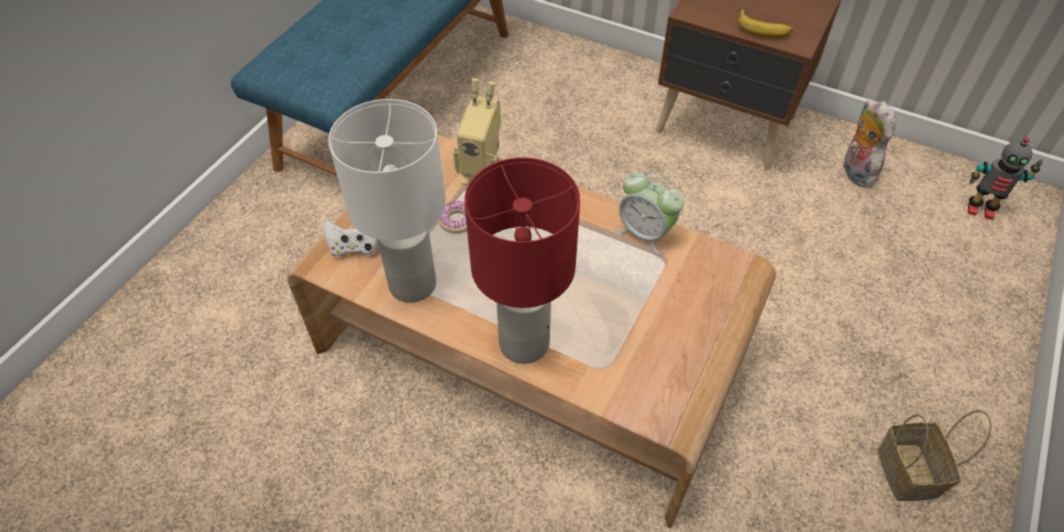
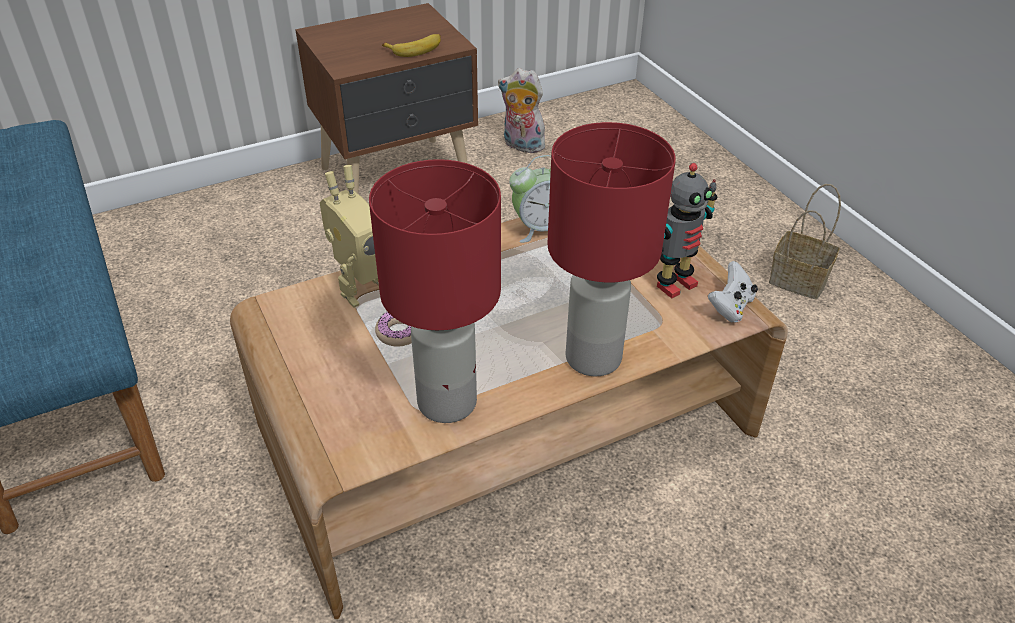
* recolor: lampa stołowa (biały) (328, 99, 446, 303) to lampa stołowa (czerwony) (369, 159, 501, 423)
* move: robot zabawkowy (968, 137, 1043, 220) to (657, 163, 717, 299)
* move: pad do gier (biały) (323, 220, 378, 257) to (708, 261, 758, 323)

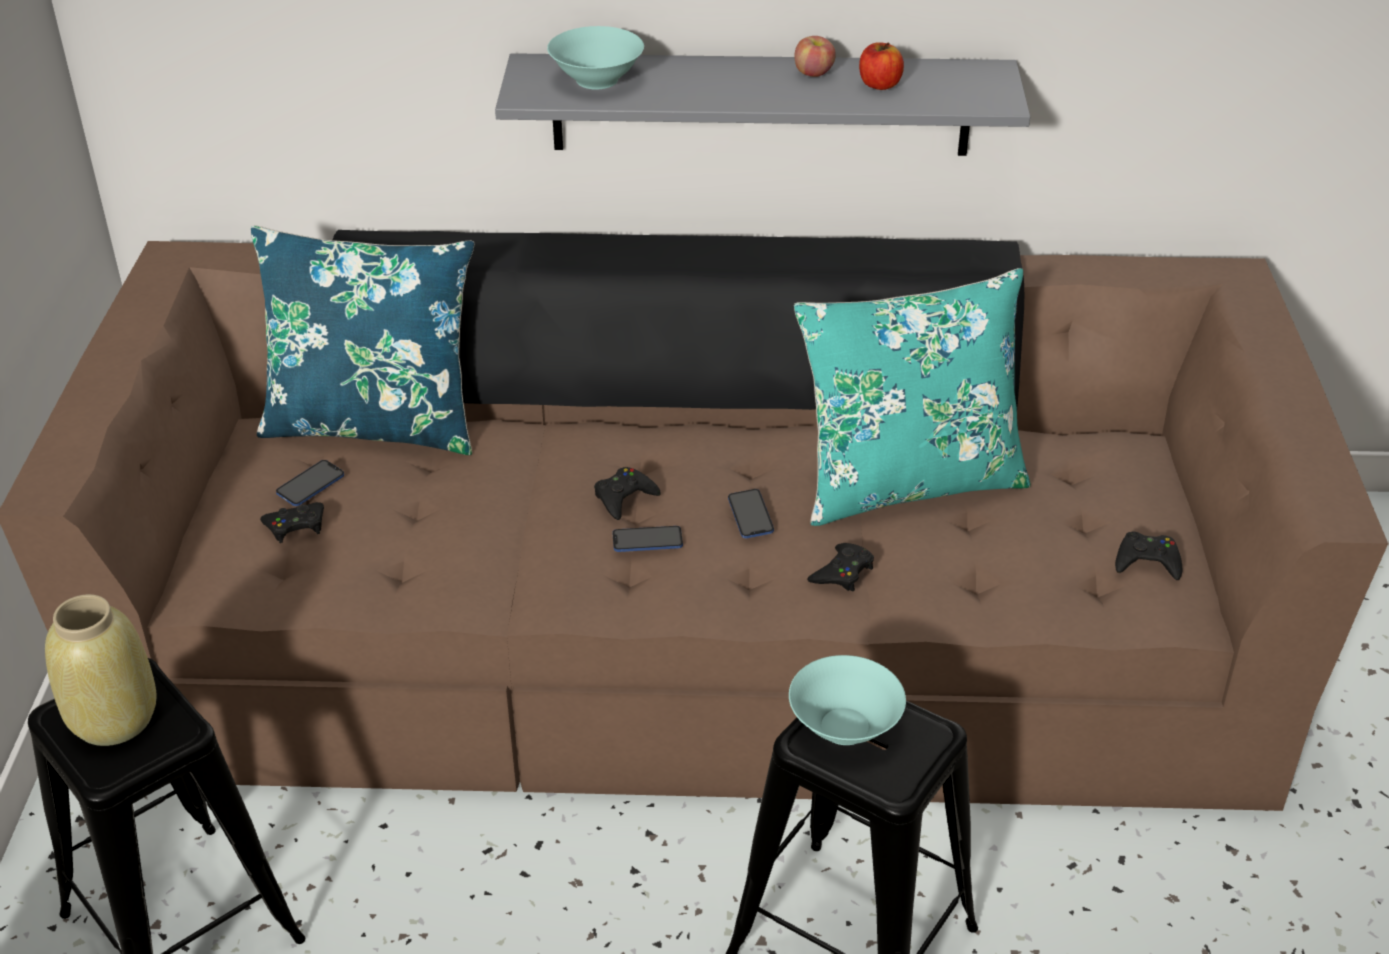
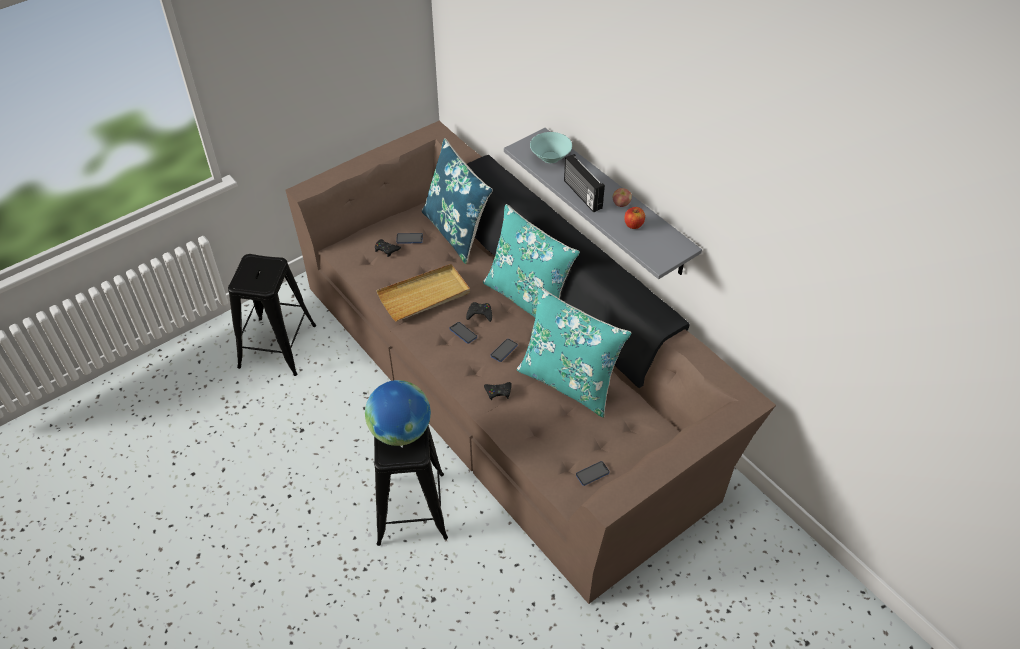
* replace: pad do gier (czarny) (1115, 531, 1183, 580) to telefon (576, 461, 609, 486)
* delete: wazon (beżowy) (45, 594, 157, 746)
* replace: miska (turkusowy) (789, 655, 906, 745) to globus (365, 380, 431, 446)
* insert: radio (564, 154, 605, 212)
* insert: poduszka (turkusowy) (483, 204, 580, 318)
* insert: taca (beżowy) (376, 264, 470, 322)

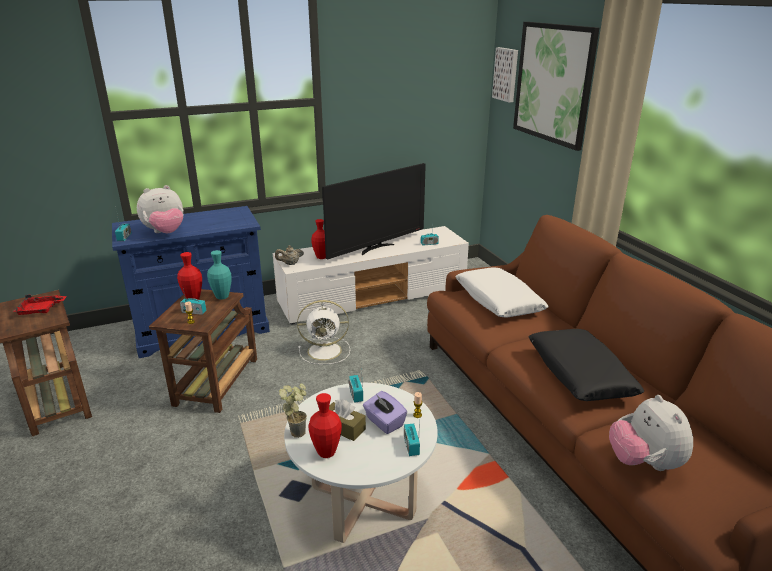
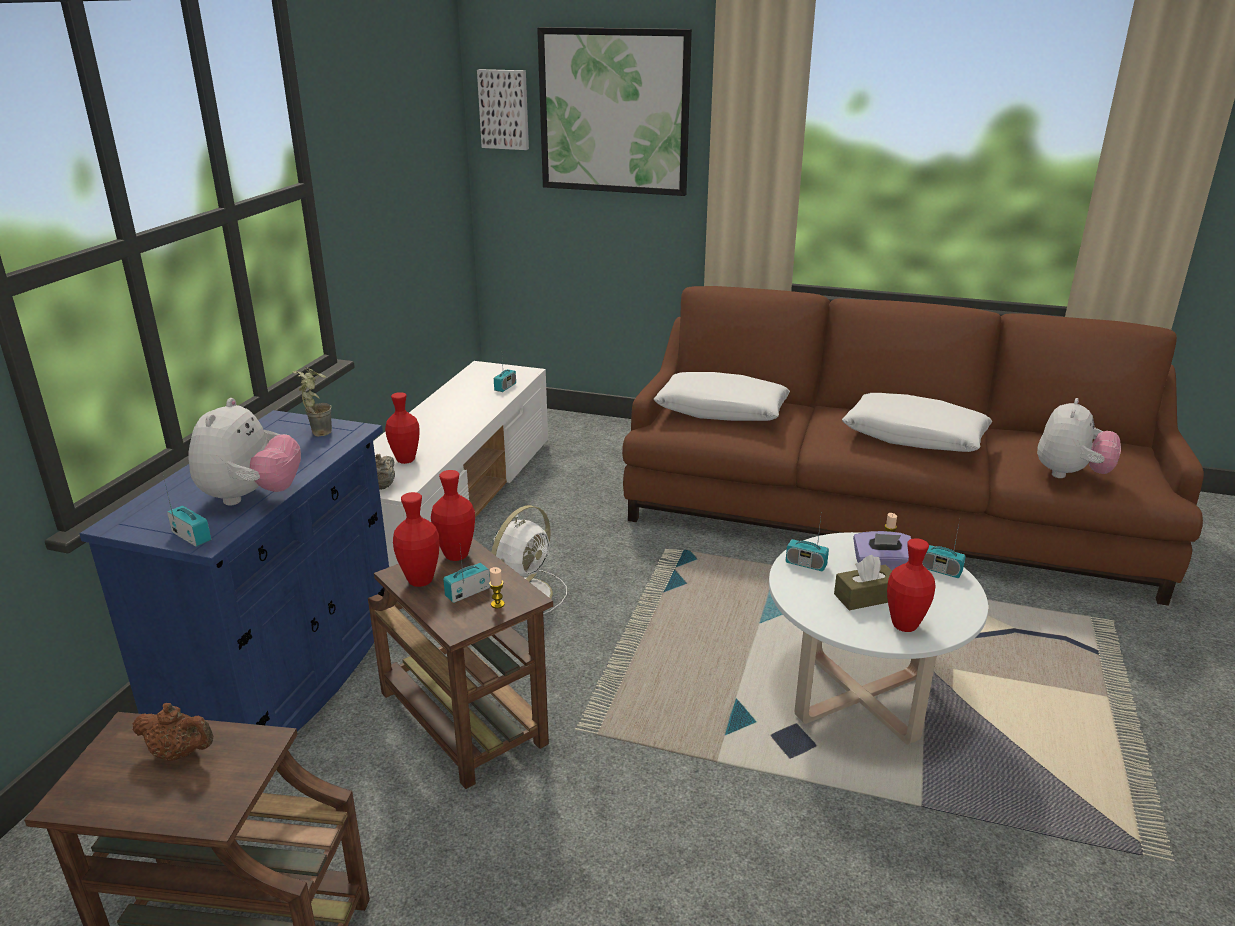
* delete: telewizor (322, 163, 426, 260)
* recolor: wazon (turkusowy) (207, 250, 232, 300) to wazon (czerwony) (431, 470, 475, 561)
* replace: taca (czerwony) (13, 294, 67, 315) to imbryk (brązowy) (132, 703, 213, 761)
* recolor: poduszka (czarny) (529, 329, 644, 401) to poduszka (biały) (842, 393, 992, 452)
* move: roślina doniczkowa (279, 383, 307, 438) to (292, 367, 332, 437)
* rotate: pluszak (609, 395, 693, 471) = (1037, 398, 1121, 478) 90 degrees counterclockwise

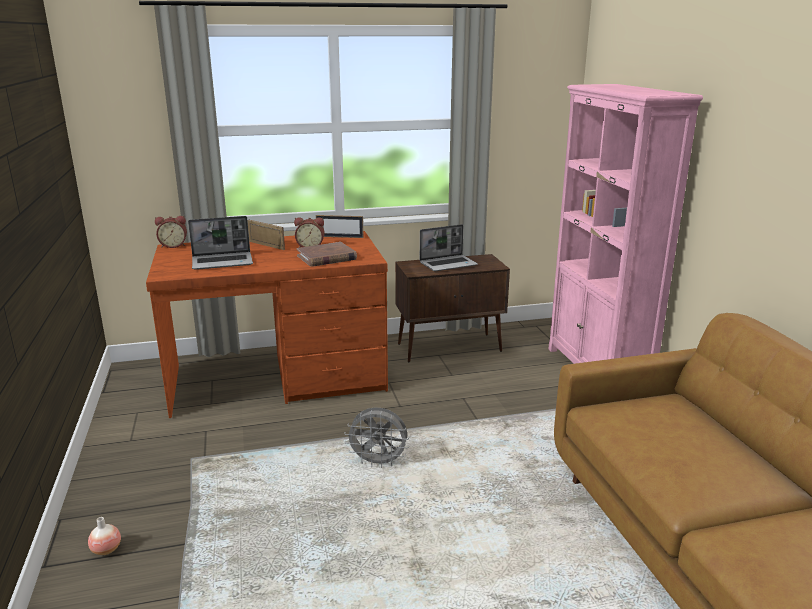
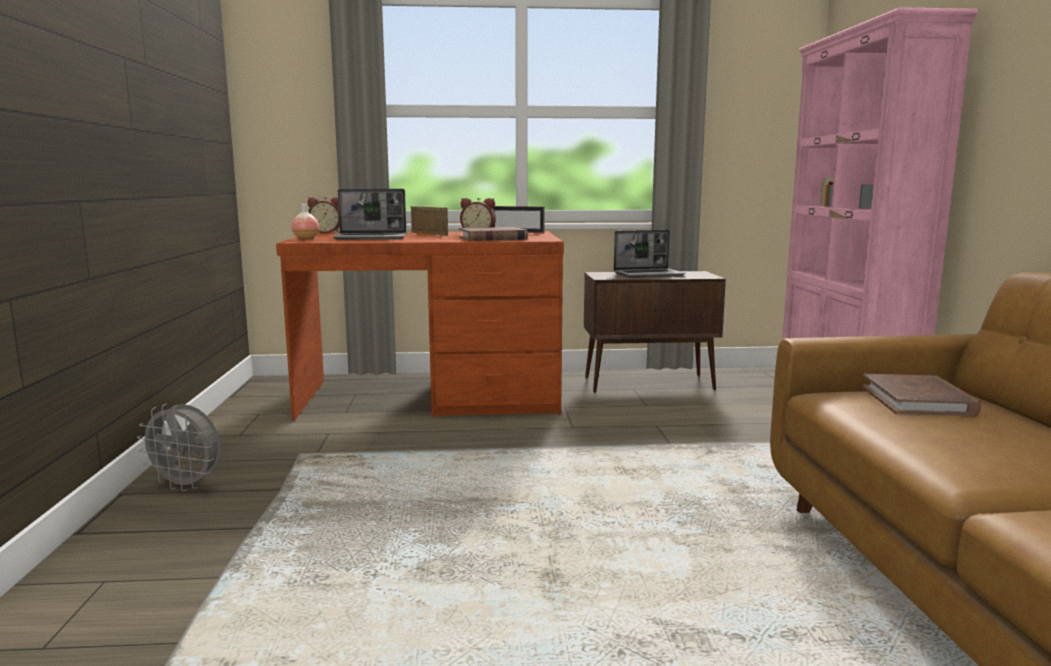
* move: wentylator (szary) (344, 407, 409, 468) to (137, 404, 221, 492)
* move: wazon (88, 517, 121, 555) to (292, 204, 320, 239)
* insert: książka (brązowy) (862, 374, 981, 417)

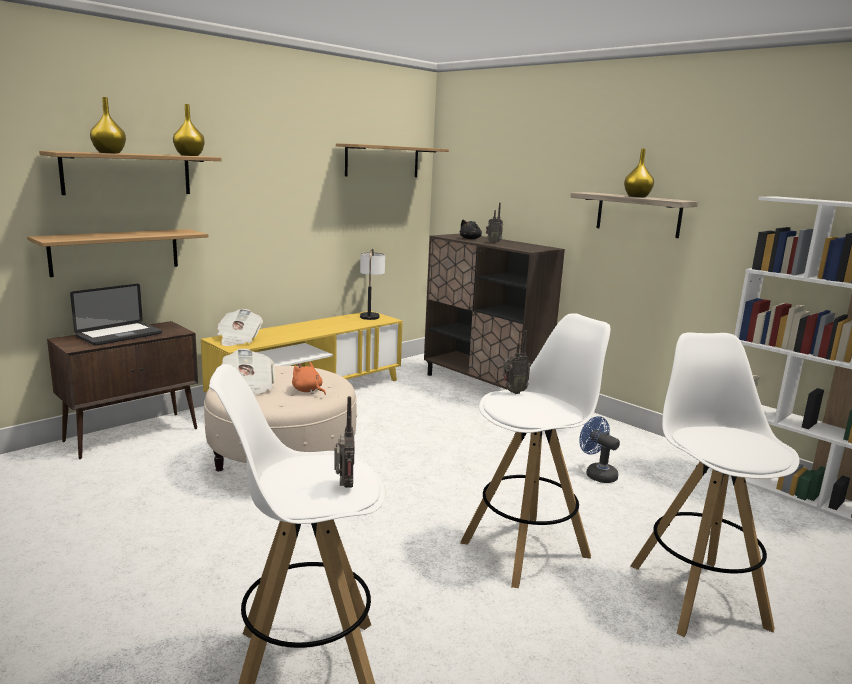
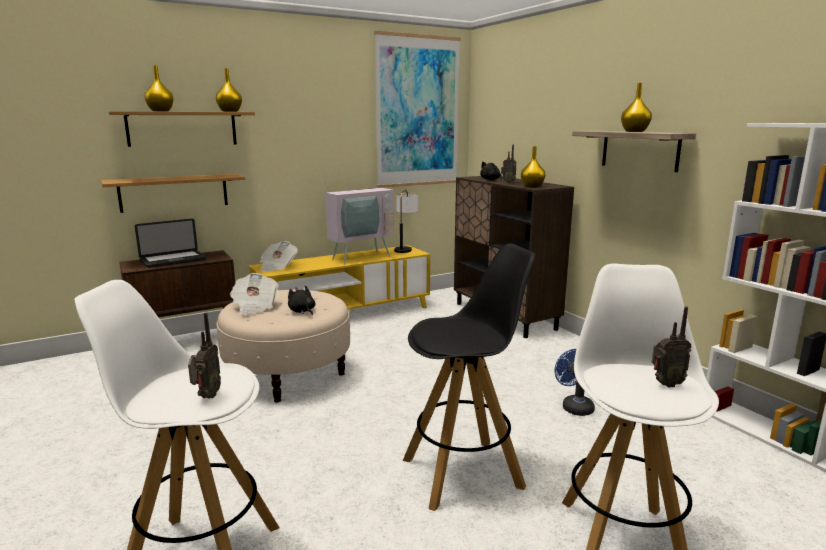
* replace: półka (336, 143, 449, 177) to obraz (374, 31, 461, 188)
* recolor: stołek (biały) (460, 313, 610, 588) to stołek (czarny) (403, 244, 536, 511)
* move: radio (503, 330, 531, 394) to (652, 307, 692, 388)
* recolor: pluszak (pomarańczowy) (292, 362, 326, 395) to pluszak (czarny) (288, 286, 315, 315)
* insert: wazon (żółty) (521, 146, 546, 188)
* insert: telewizor (320, 164, 394, 265)

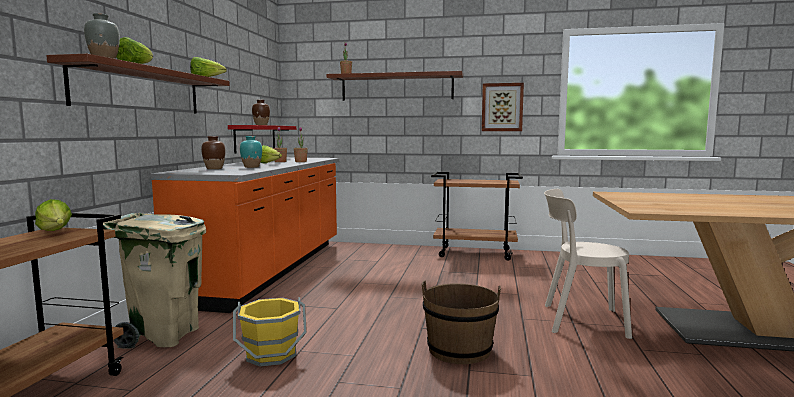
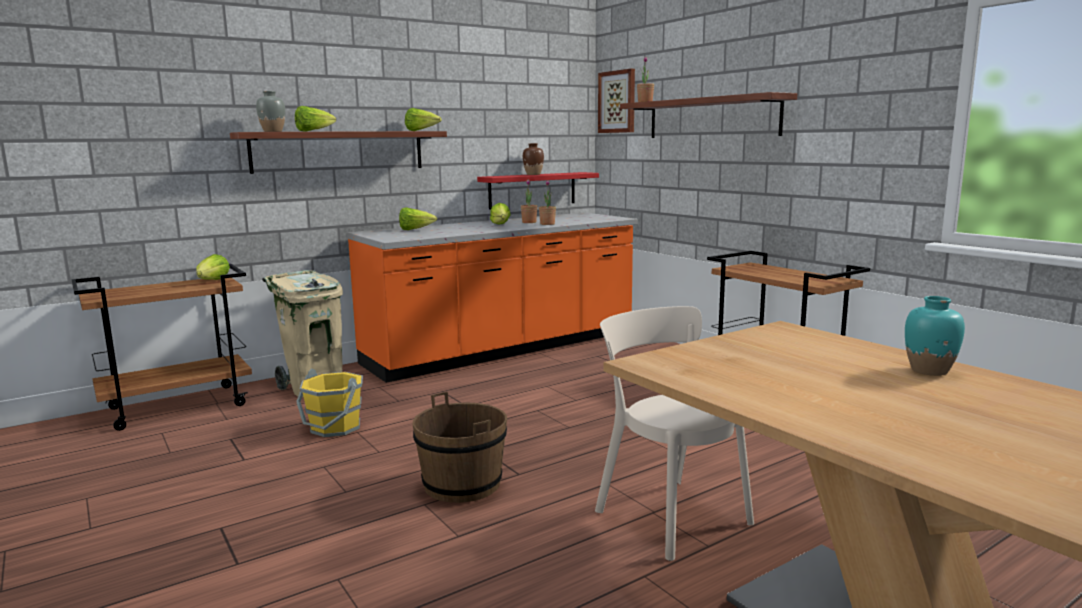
* move: obraz (482, 83, 524, 131) to (598, 69, 635, 133)
* replace: wazon (brązowy) (201, 136, 226, 169) to sałata (399, 207, 437, 230)
* move: wazon (turkusowy) (240, 136, 262, 168) to (905, 296, 965, 376)

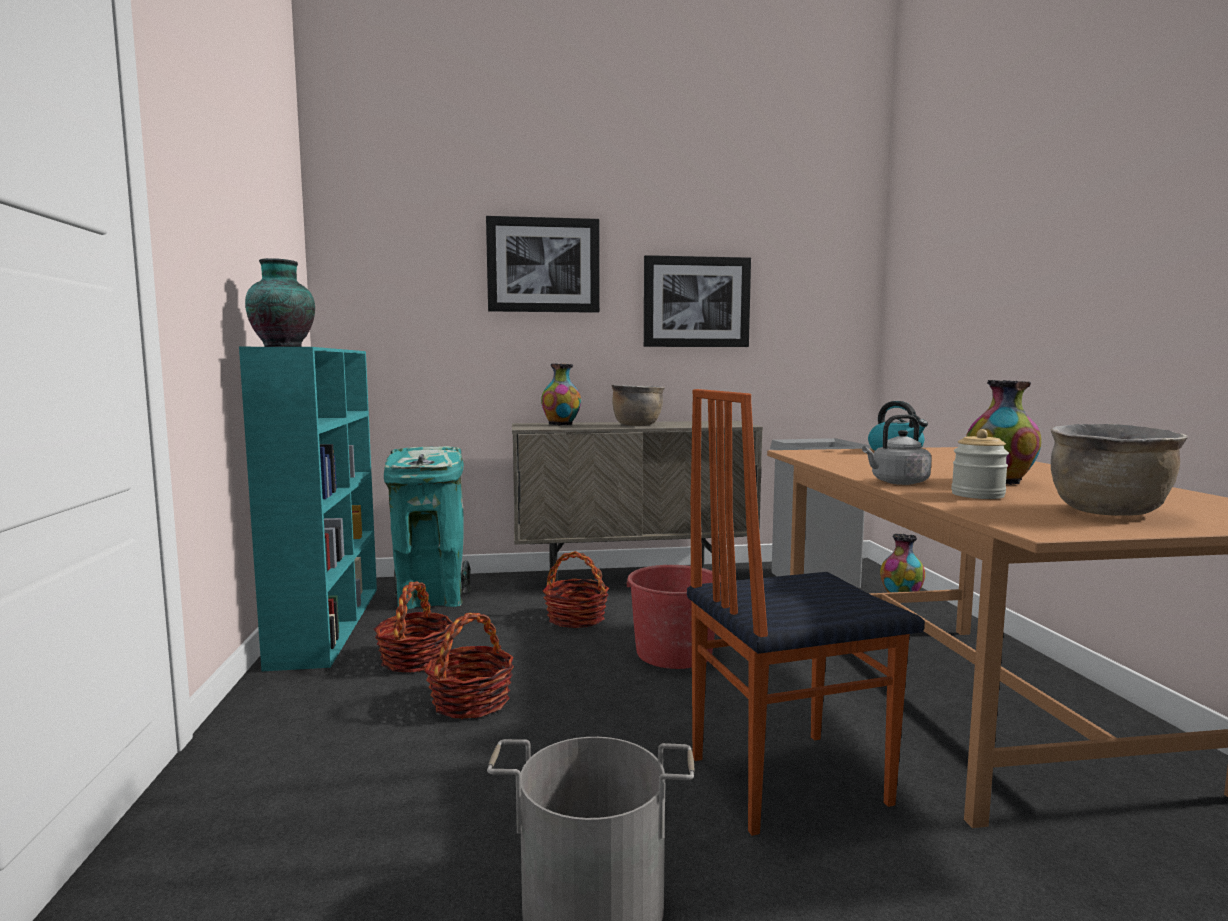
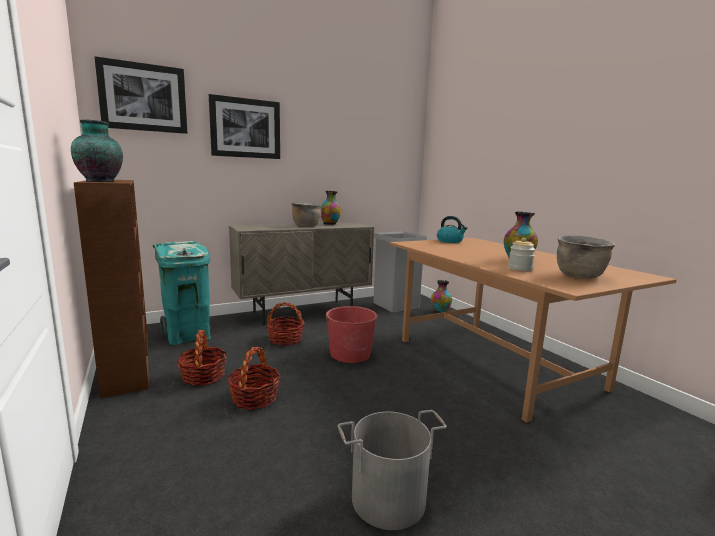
* move: obraz (644, 255, 751, 347) to (95, 56, 187, 134)
* recolor: regał (turkusowy) (239, 347, 377, 671) to regał (brązowy) (74, 180, 149, 398)
* move: wazon (541, 363, 581, 425) to (321, 191, 341, 225)
* delete: krzesło (687, 389, 925, 836)
* delete: czajnik (szary) (862, 414, 932, 485)

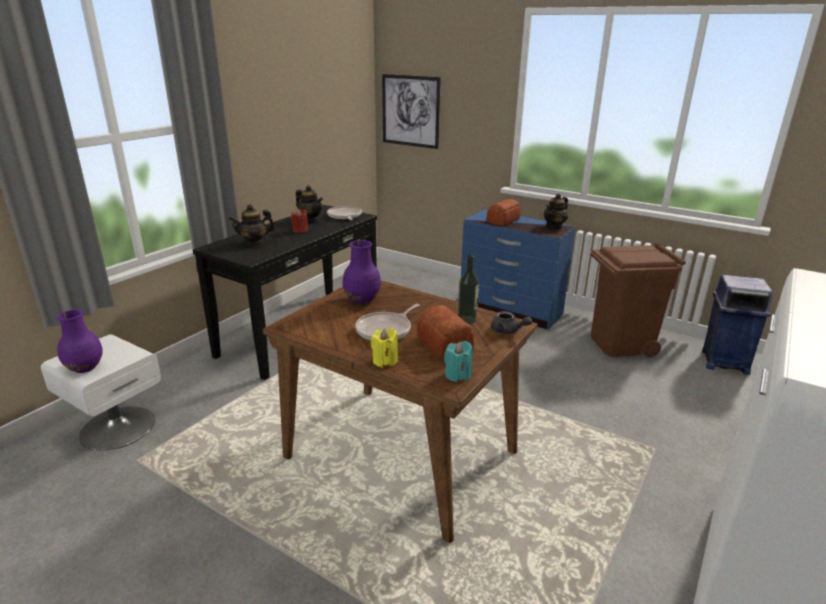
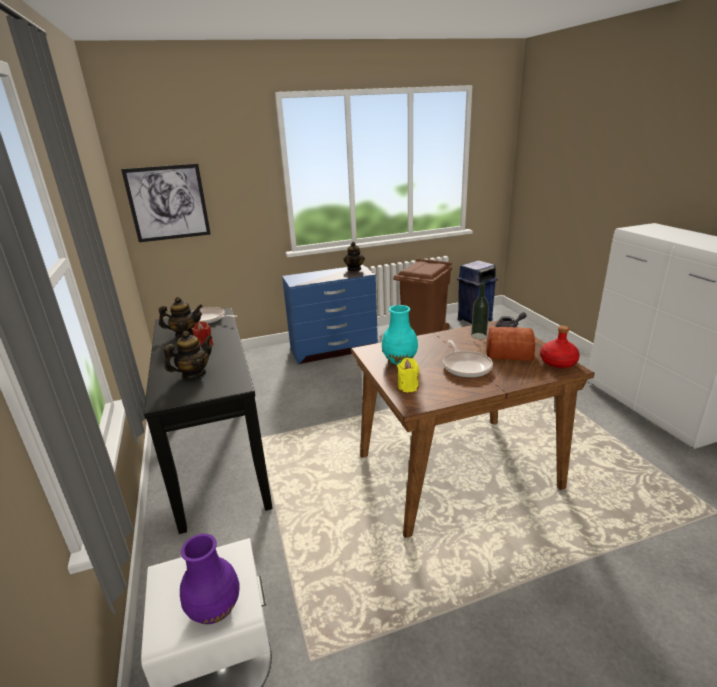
* delete: chleb (487, 199, 521, 226)
* rotate: imbryk (229, 204, 275, 246) = (164, 331, 212, 379) 150 degrees counterclockwise
* recolor: wazon (fioletowy) (343, 240, 381, 304) to wazon (turkusowy) (382, 305, 418, 365)
* move: świeca (żółty) (371, 328, 398, 368) to (397, 358, 419, 392)
* replace: świeca (turkusowy) (444, 341, 473, 383) to butelka (czerwony) (540, 326, 580, 368)

